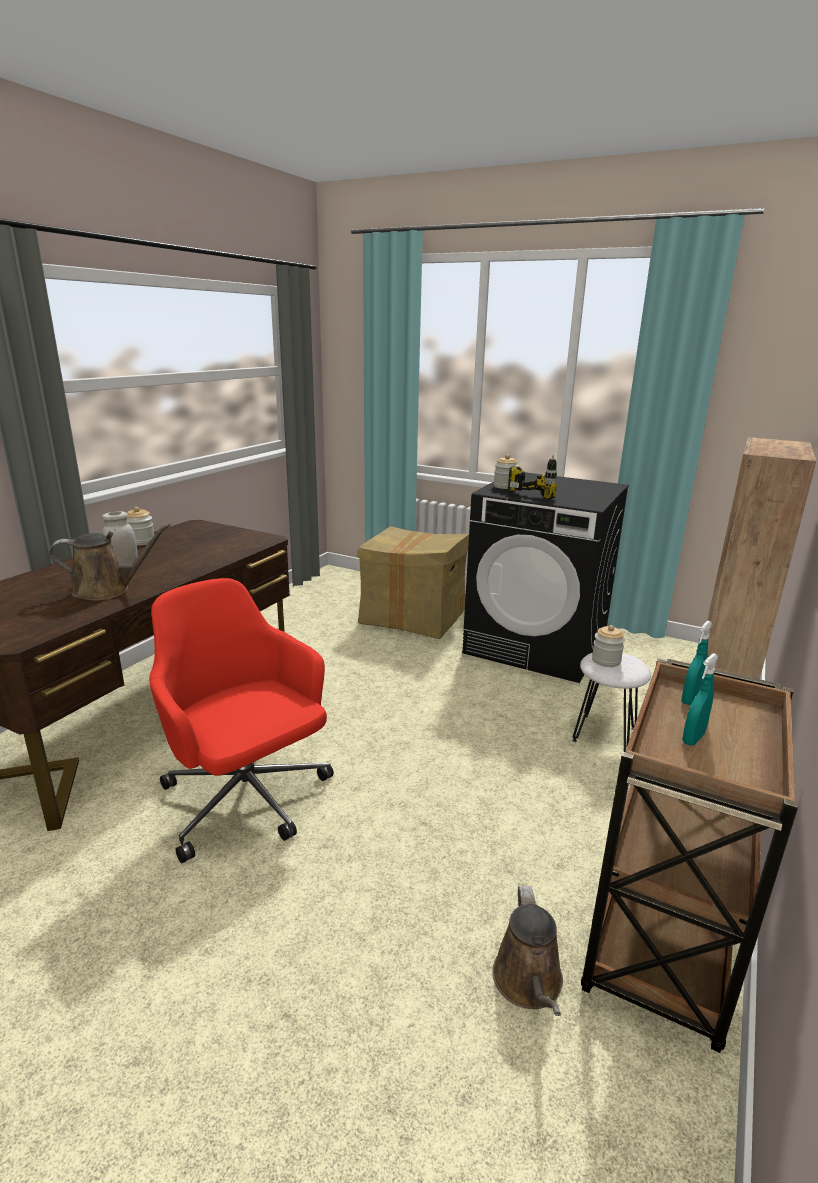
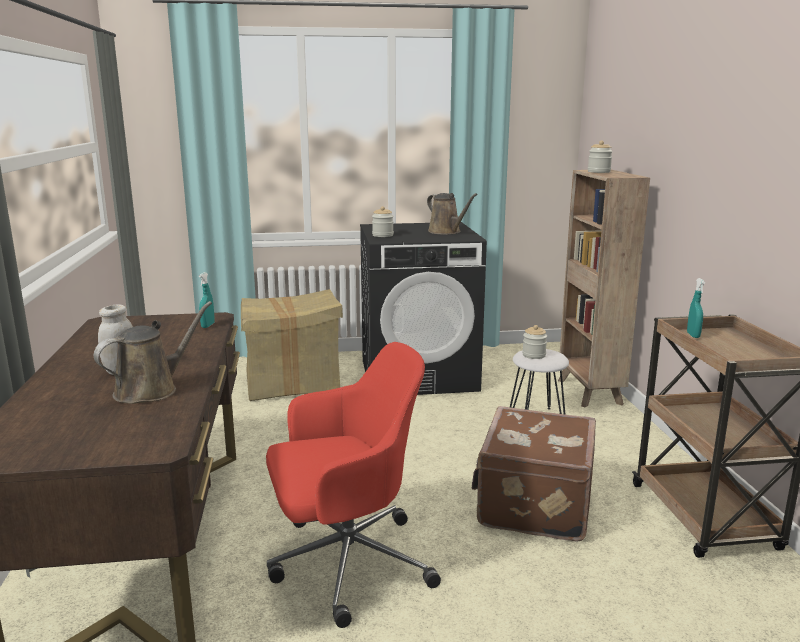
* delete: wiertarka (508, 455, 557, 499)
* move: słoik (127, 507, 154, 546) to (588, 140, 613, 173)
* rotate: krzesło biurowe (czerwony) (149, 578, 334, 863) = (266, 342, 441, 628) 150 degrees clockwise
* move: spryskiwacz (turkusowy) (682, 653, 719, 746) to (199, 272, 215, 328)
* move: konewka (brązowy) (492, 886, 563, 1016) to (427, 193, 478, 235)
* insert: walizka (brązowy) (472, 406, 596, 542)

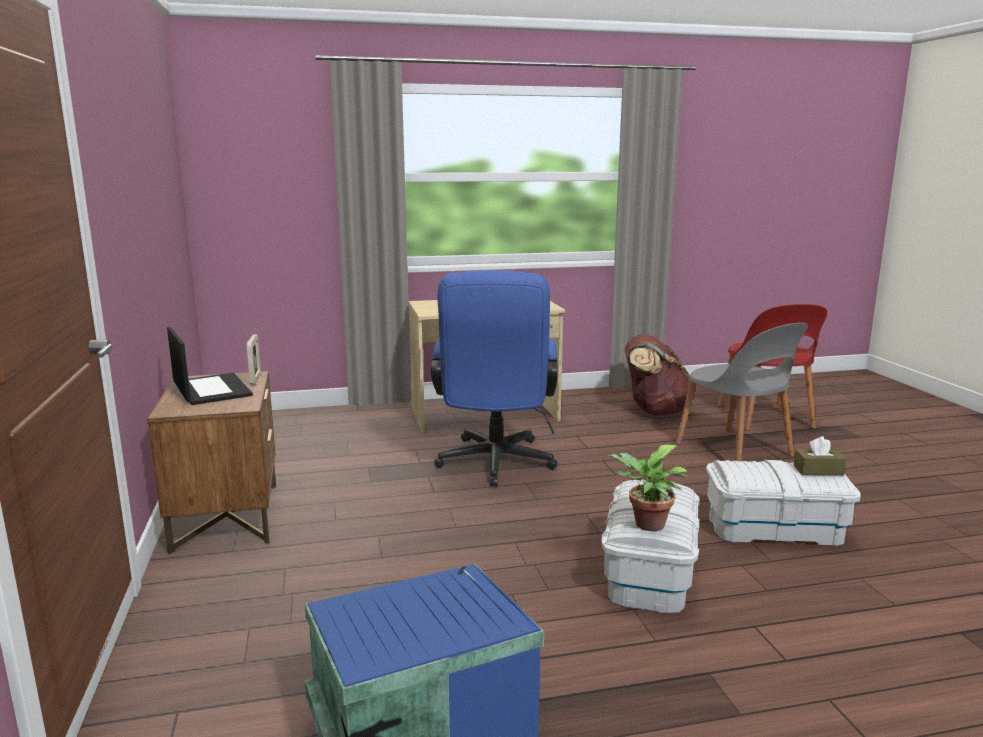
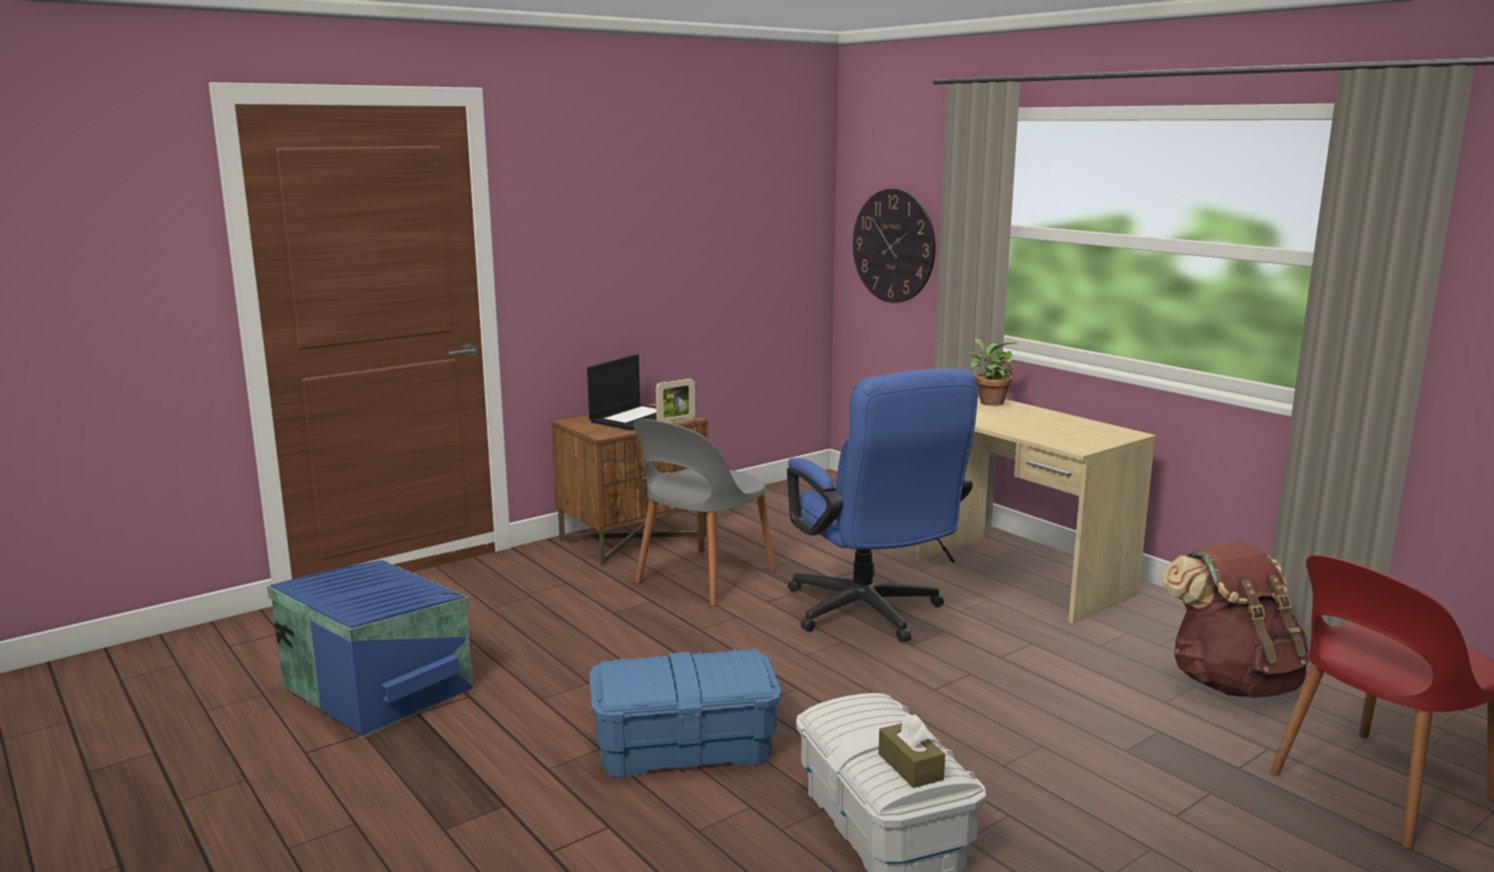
* rotate: krzesło biurowe (niebieski) (431, 270, 558, 486) = (787, 369, 978, 642) 90 degrees counterclockwise
* move: krzesło (szary) (676, 323, 808, 461) to (633, 419, 775, 606)
* move: roślina doniczkowa (608, 445, 687, 531) to (968, 339, 1018, 406)
* recolor: pojemnik do przechowywania (biały) (601, 480, 699, 613) to pojemnik do przechowywania (niebieski) (589, 649, 782, 778)
* insert: zegar ścienny (853, 189, 936, 303)

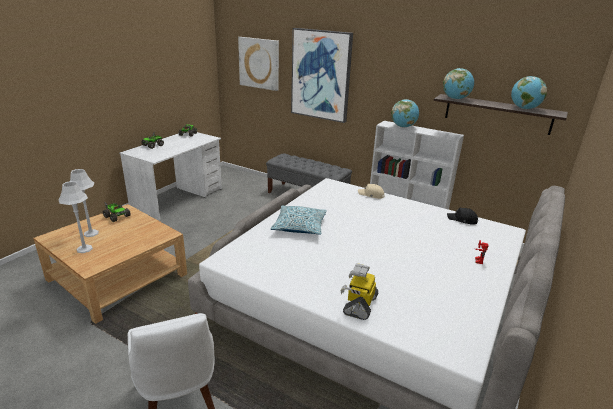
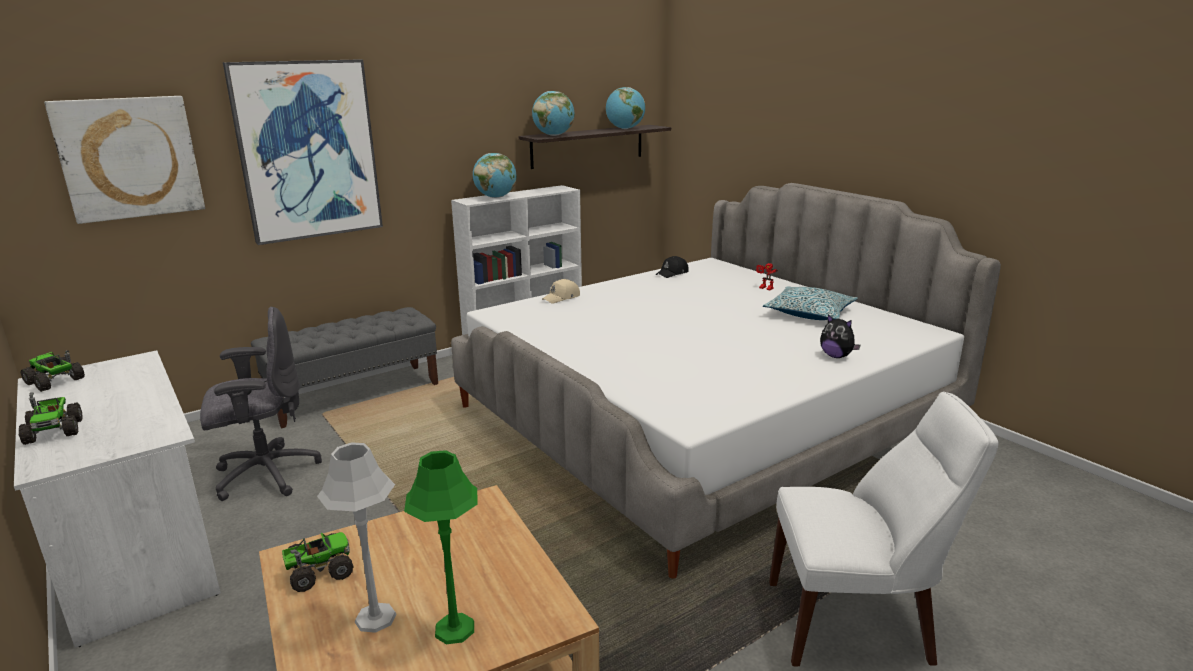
* recolor: lampa stołowa (szary) (58, 181, 93, 253) to lampa stołowa (zielony) (404, 450, 478, 644)
* move: poduszka (271, 206, 327, 235) to (763, 286, 858, 320)
* replace: robot zabawkowy (340, 263, 378, 320) to pluszak (820, 314, 861, 358)
* insert: krzesło biurowe (szary) (200, 307, 322, 501)

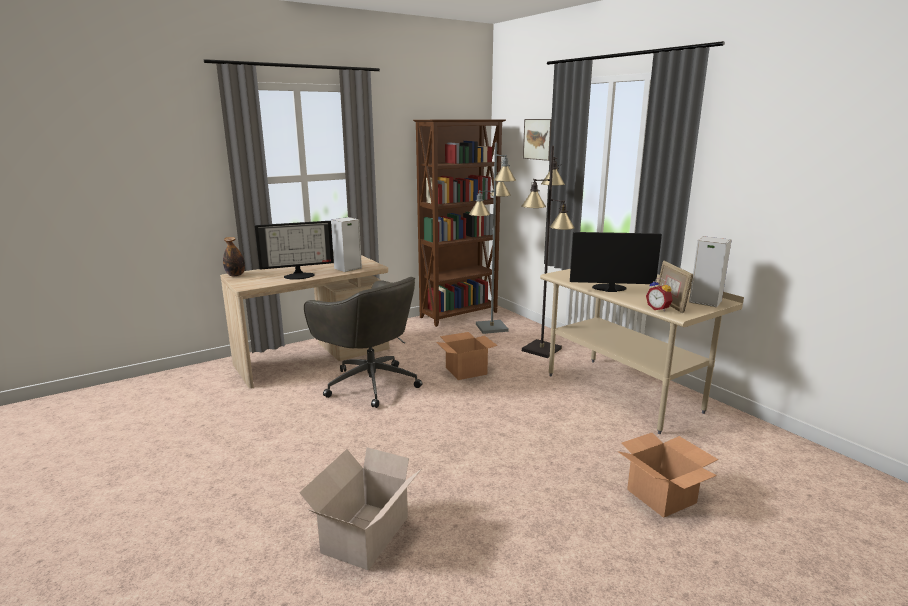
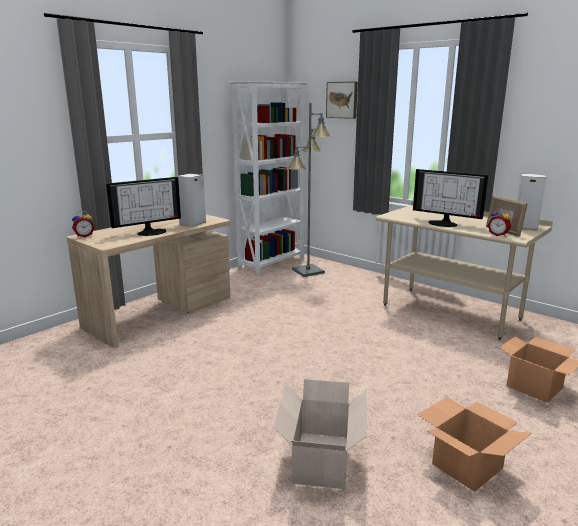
* recolor: regał (brązowy) (413, 119, 506, 327) to regał (biały) (229, 81, 309, 275)
* delete: lampa stojąca (czarny) (522, 146, 575, 358)
* rotate: monitor (570, 232, 662, 292) = (413, 169, 488, 227) 135 degrees counterclockwise
* replace: butelka (223, 237, 245, 276) to budzik (72, 211, 94, 238)
* delete: krzesło biurowe (szary) (304, 277, 422, 408)
* move: karton (436, 332, 498, 380) to (417, 397, 532, 492)

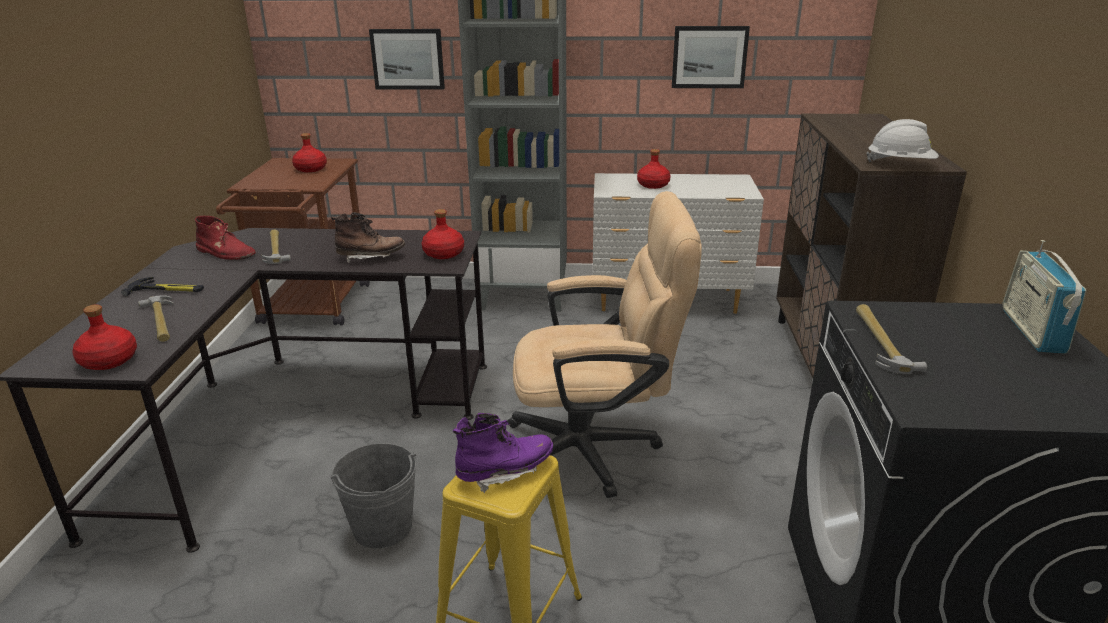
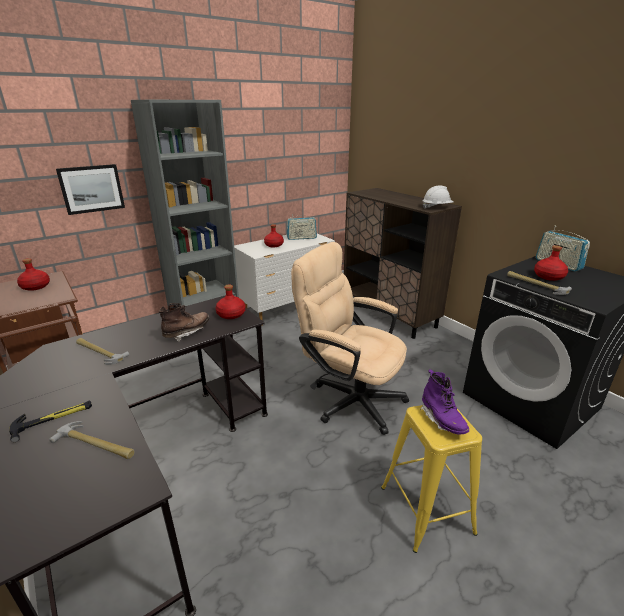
* delete: obraz (672, 26, 750, 88)
* rotate: krzesło biurowe (beżowy) (507, 191, 702, 498) = (291, 242, 409, 435) 105 degrees counterclockwise
* delete: but z cholewką (czerwony) (195, 216, 256, 260)
* move: butelka (czerwony) (72, 304, 137, 370) to (534, 245, 568, 281)
* rotate: but z cholewką (fioletowy) (453, 413, 553, 493) = (420, 369, 469, 435) 135 degrees clockwise
* delete: wiadro (szary) (330, 443, 416, 548)
* insert: radio (287, 214, 317, 240)

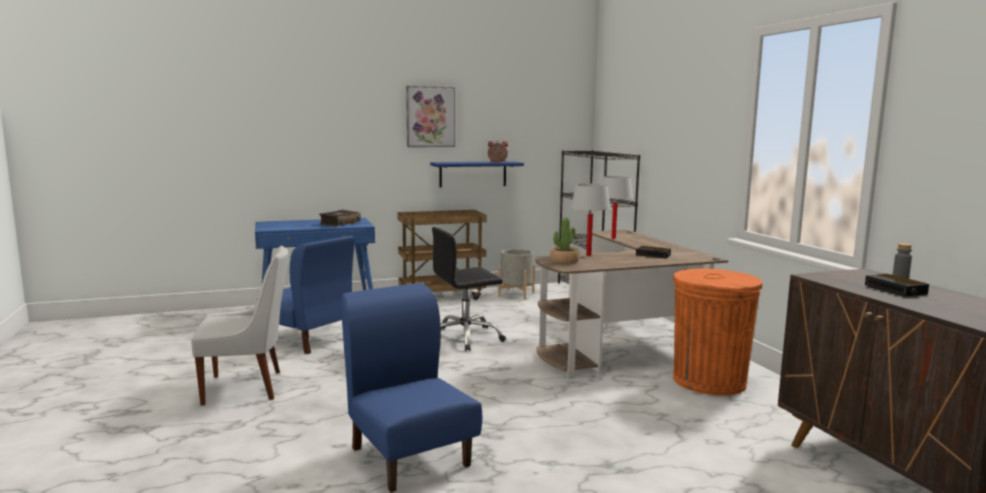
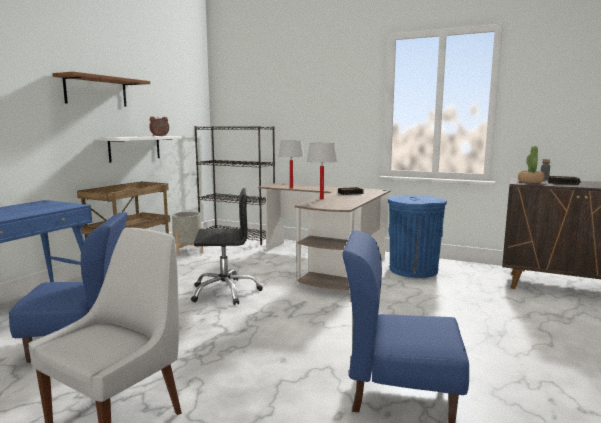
* replace: obraz (406, 86, 455, 147) to półka (brązowy) (52, 72, 150, 106)
* recolor: półka (niebieski) (430, 161, 524, 188) to półka (biały) (100, 136, 182, 163)
* delete: książka (319, 210, 361, 226)
* move: roślina doniczkowa (550, 218, 580, 264) to (518, 146, 545, 183)
* rotate: krzesło biurowe (czarny) (432, 227, 506, 351) = (191, 188, 263, 305) 120 degrees counterclockwise
* recolor: kosz na śmieci (pomarańczowy) (673, 269, 763, 396) to kosz na śmieci (niebieski) (388, 195, 447, 278)

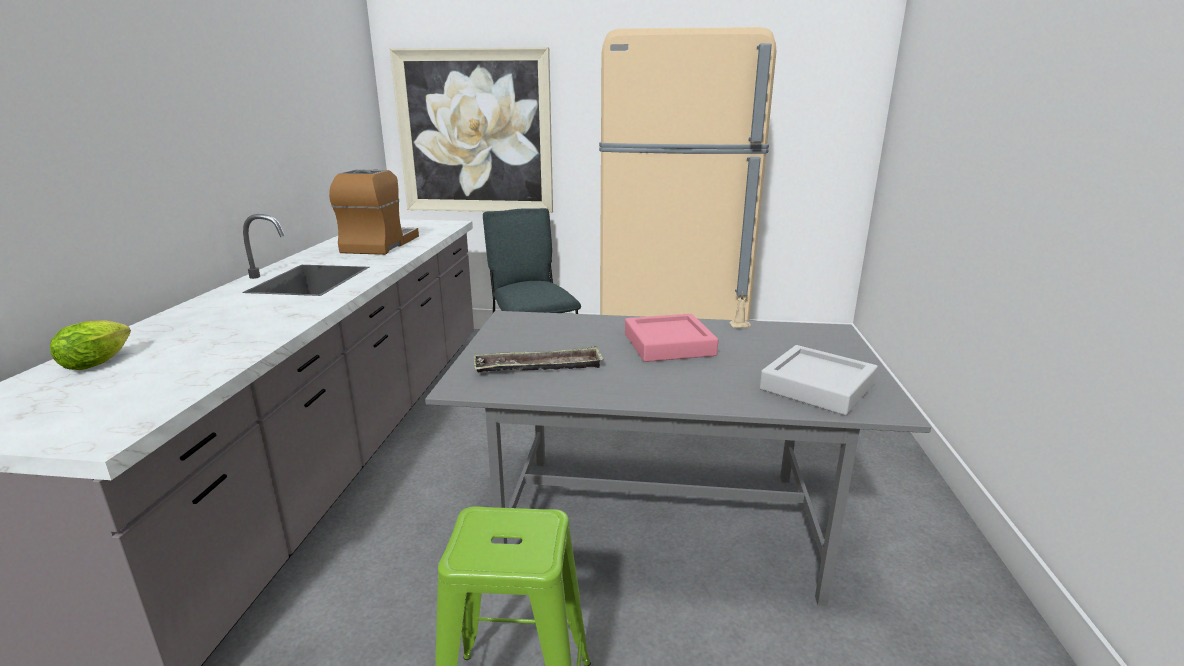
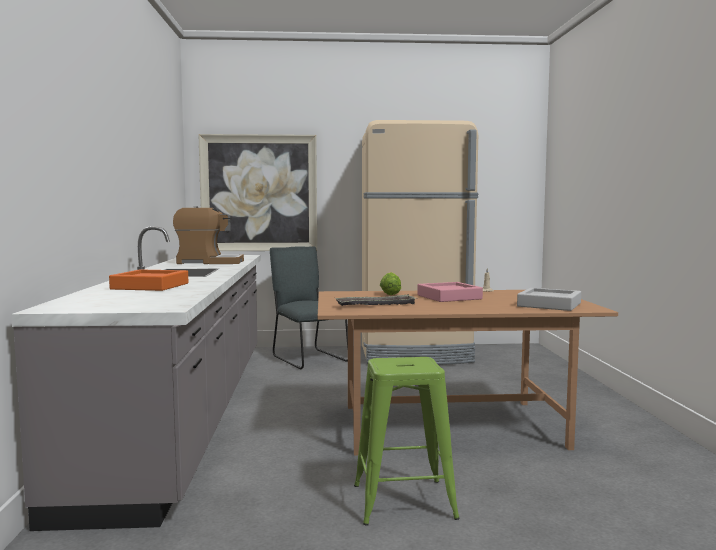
* rotate: ekspres do kawy (329, 170, 419, 255) = (173, 206, 244, 264) 90 degrees clockwise
* recolor: stół jadalny (szary) (425, 311, 931, 606) to stół jadalny (brązowy) (318, 290, 618, 456)
* move: sałata (50, 320, 131, 370) to (380, 272, 401, 295)
* insert: taca (pomarańczowy) (109, 269, 188, 291)

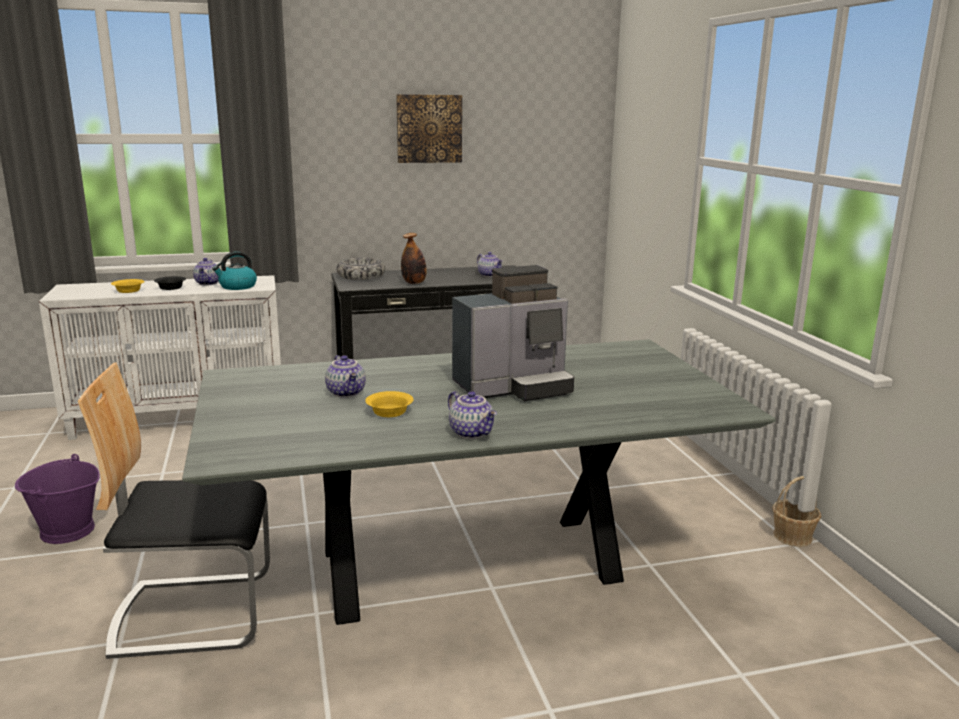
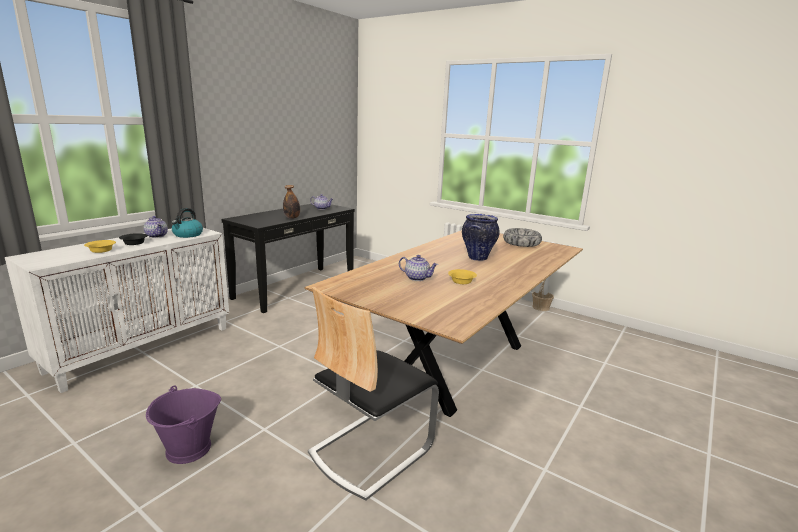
* delete: obraz (396, 94, 462, 163)
* move: miska (337, 257, 385, 280) to (503, 228, 542, 247)
* replace: ekspres do kawy (452, 265, 574, 401) to wazon (462, 214, 499, 261)
* recolor: stół jadalny (szary) (182, 339, 776, 625) to stół jadalny (brązowy) (304, 230, 583, 417)
* delete: imbryk (448, 391, 497, 439)

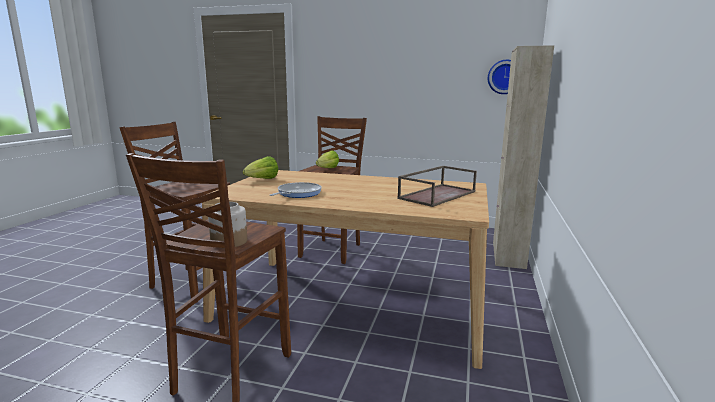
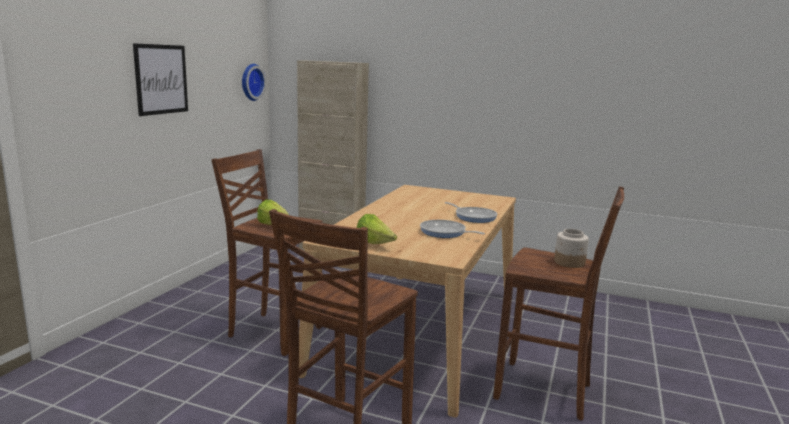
* delete: taca (brązowy) (397, 166, 477, 207)
* insert: obraz (133, 43, 188, 116)
* insert: patelnia (445, 202, 497, 223)

